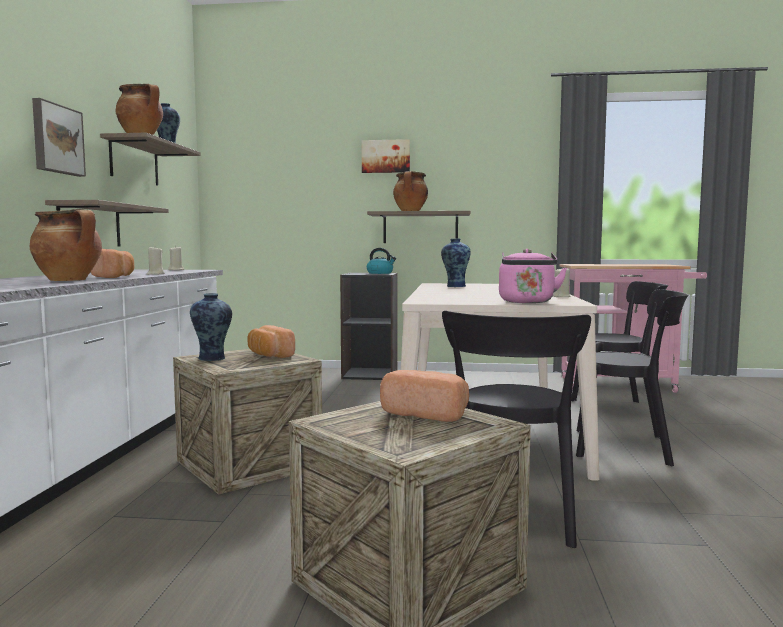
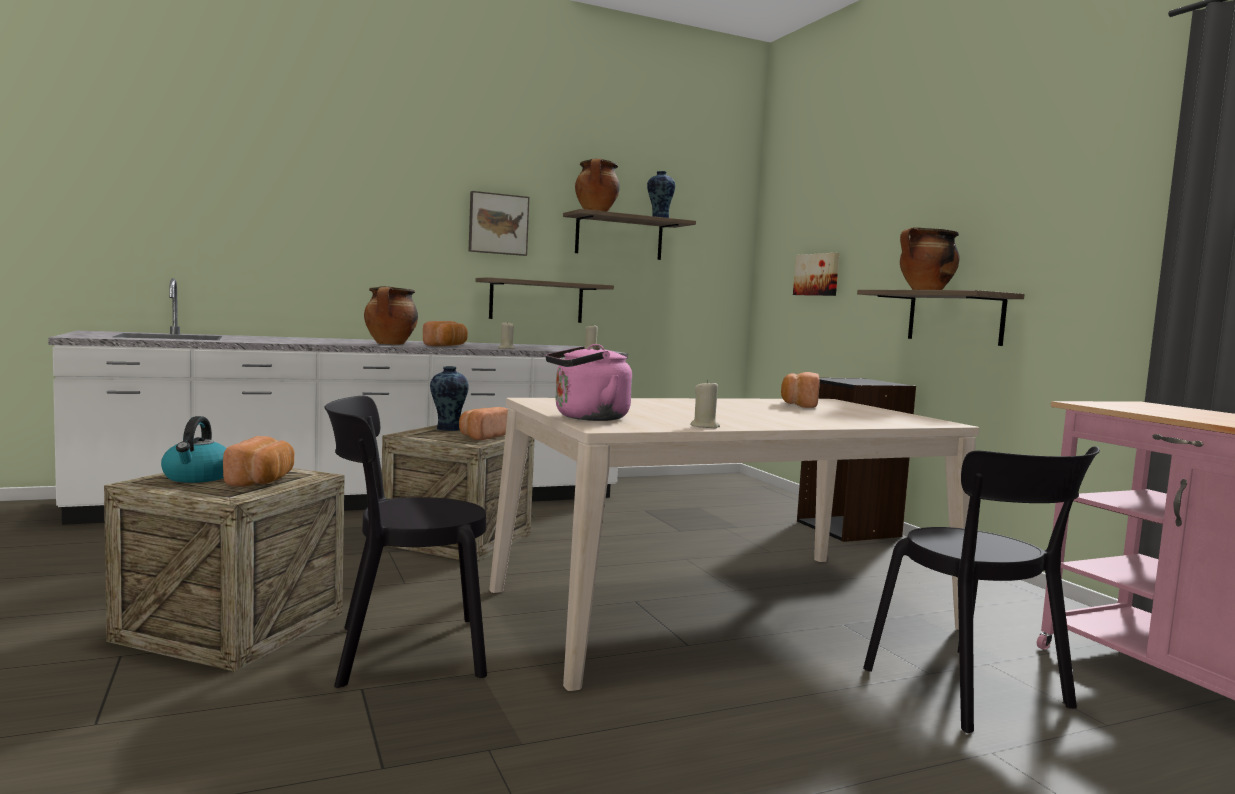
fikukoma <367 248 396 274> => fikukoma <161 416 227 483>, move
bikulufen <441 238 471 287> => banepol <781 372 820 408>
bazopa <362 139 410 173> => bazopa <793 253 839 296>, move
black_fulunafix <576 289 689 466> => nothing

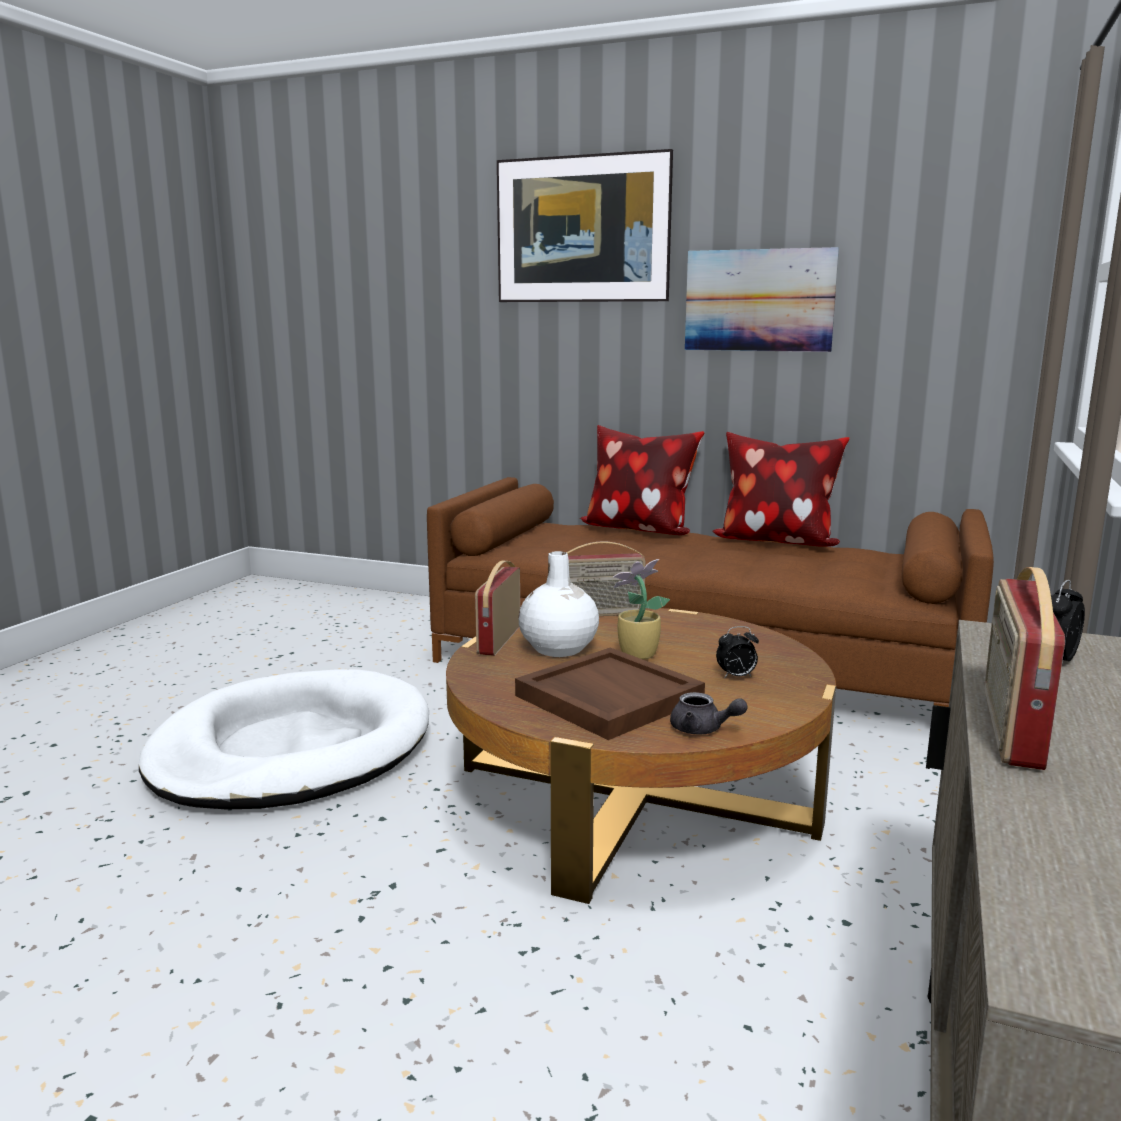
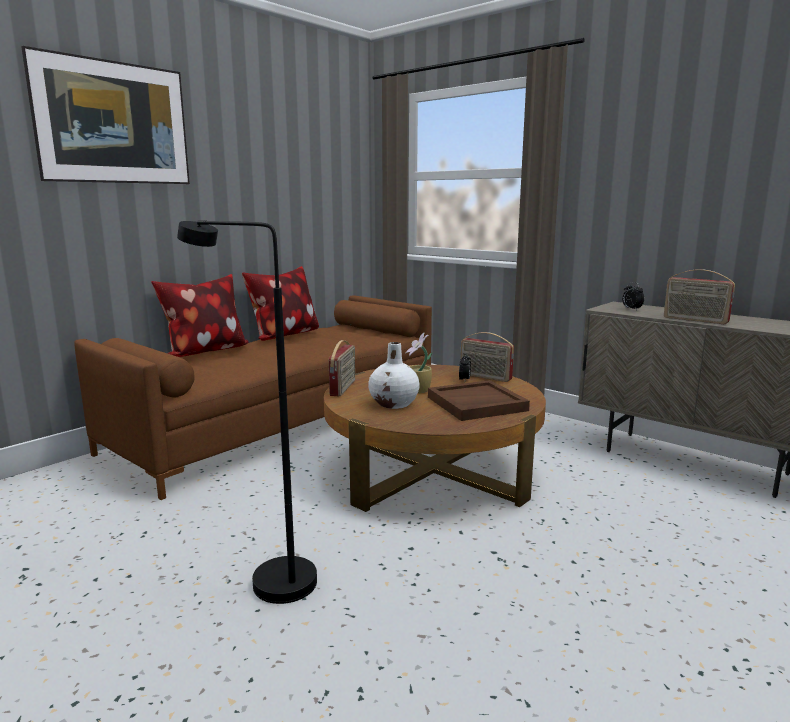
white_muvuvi <139 669 429 809> => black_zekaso <177 220 317 604>
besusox <475 561 520 656> => besusox <461 332 514 382>, move
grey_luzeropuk <670 692 747 735> => nothing
bazopa <685 247 839 352> => nothing

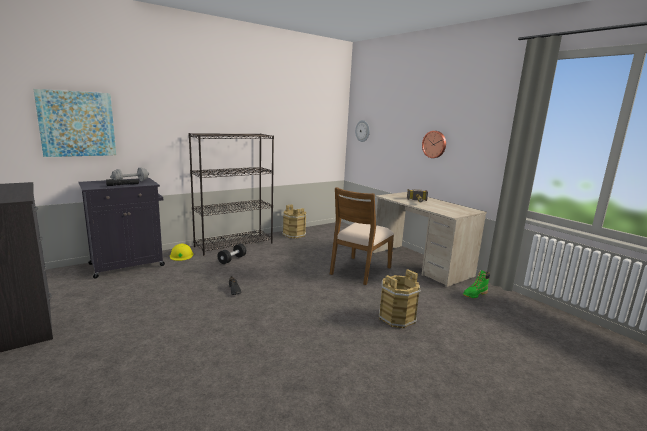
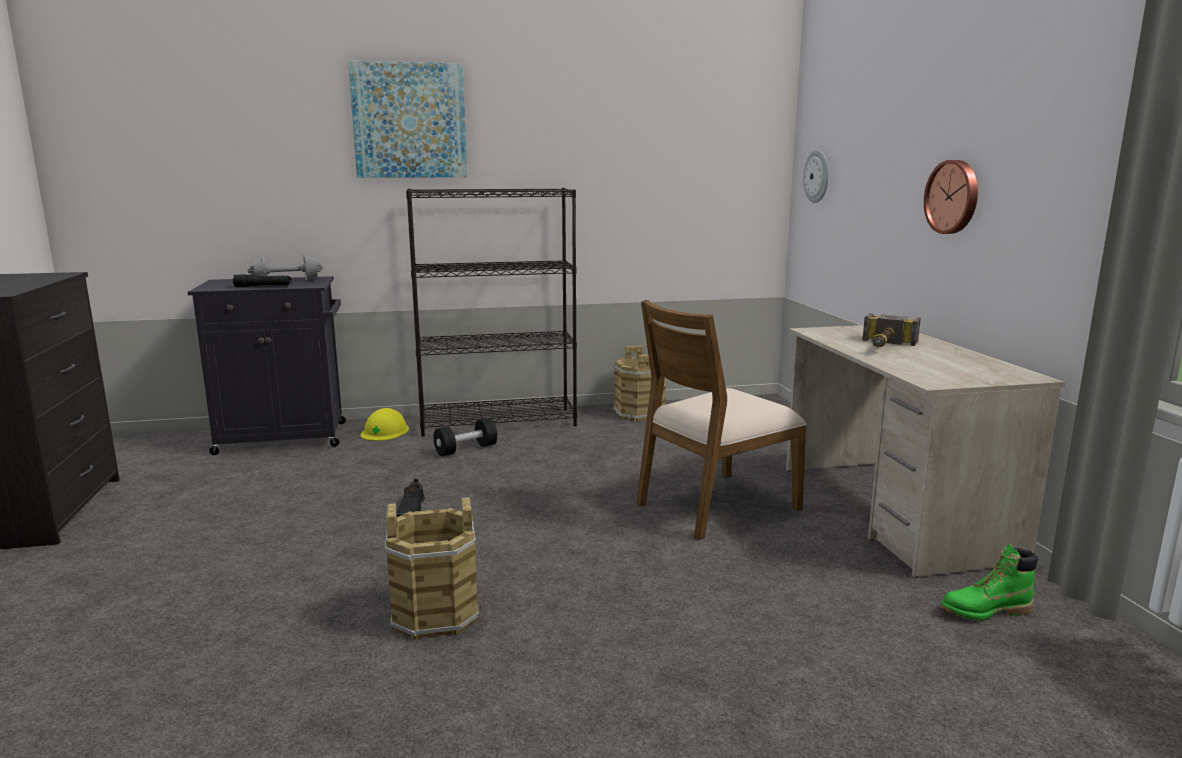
bazopa <34 89 116 157> => bazopa <348 60 467 178>, move
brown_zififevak <379 269 421 328> => brown_zififevak <385 497 479 640>, move

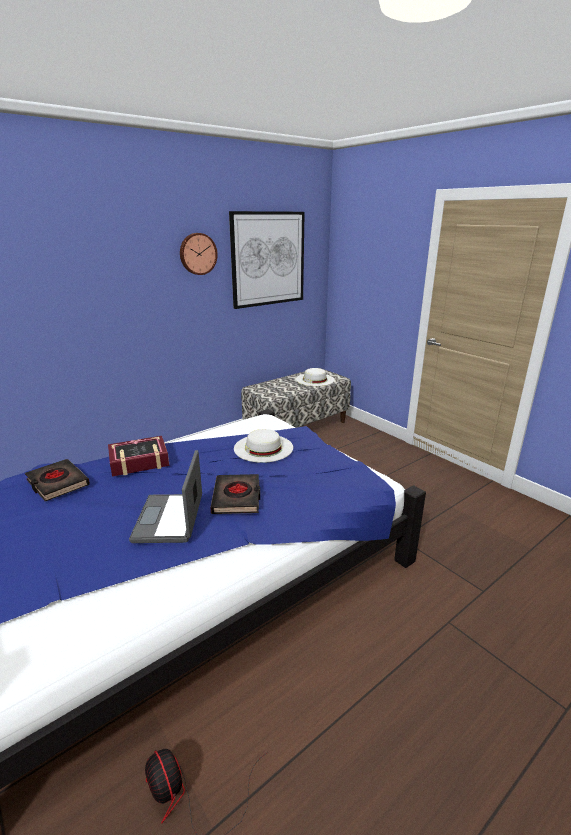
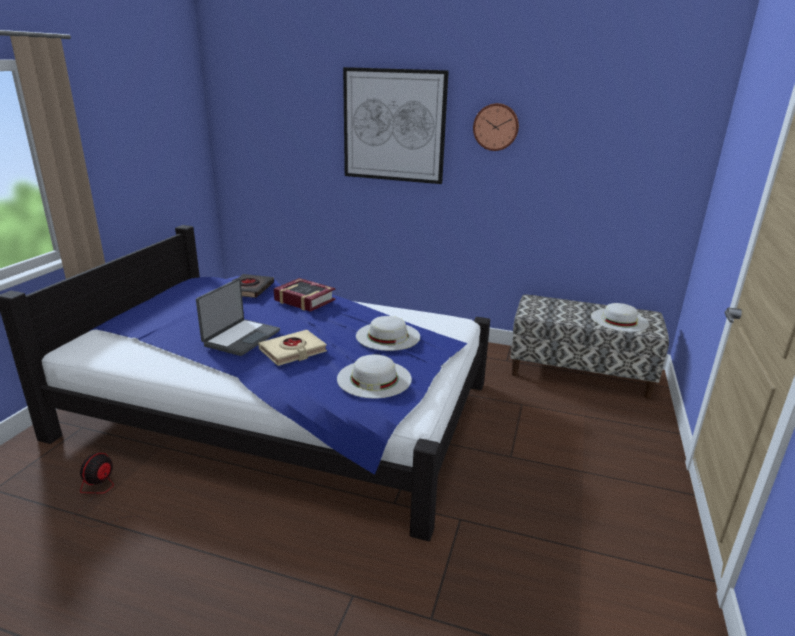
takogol <129 450 202 543> => takogol <196 279 280 356>, 150 degrees clockwise
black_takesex <210 474 260 514> => beige_takesex <258 330 327 366>
nothing => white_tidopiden <337 355 412 398>
bazopa <229 211 305 309> => bazopa <343 67 449 184>, move

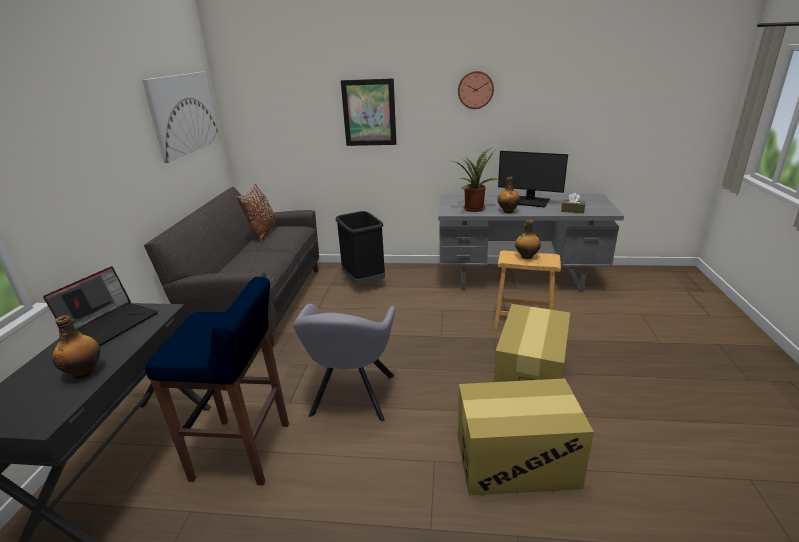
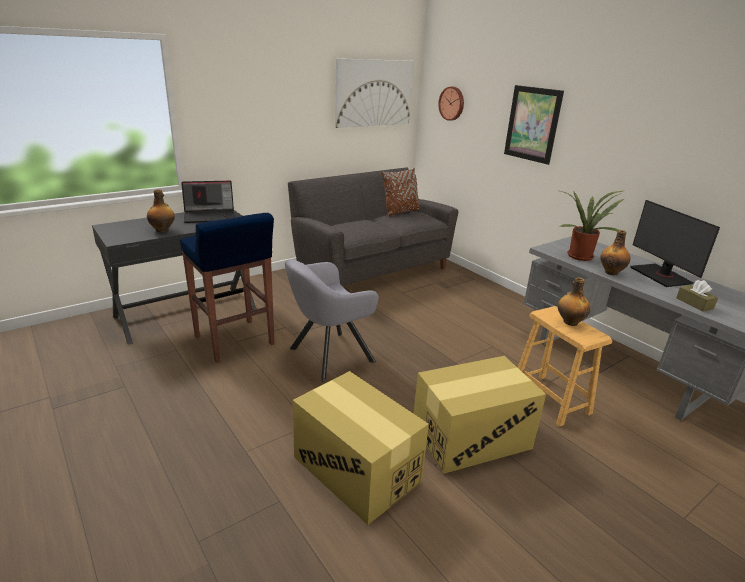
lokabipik <458 71 494 109> => lokabipik <438 87 464 121>, move
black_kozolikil <336 211 385 285> => nothing

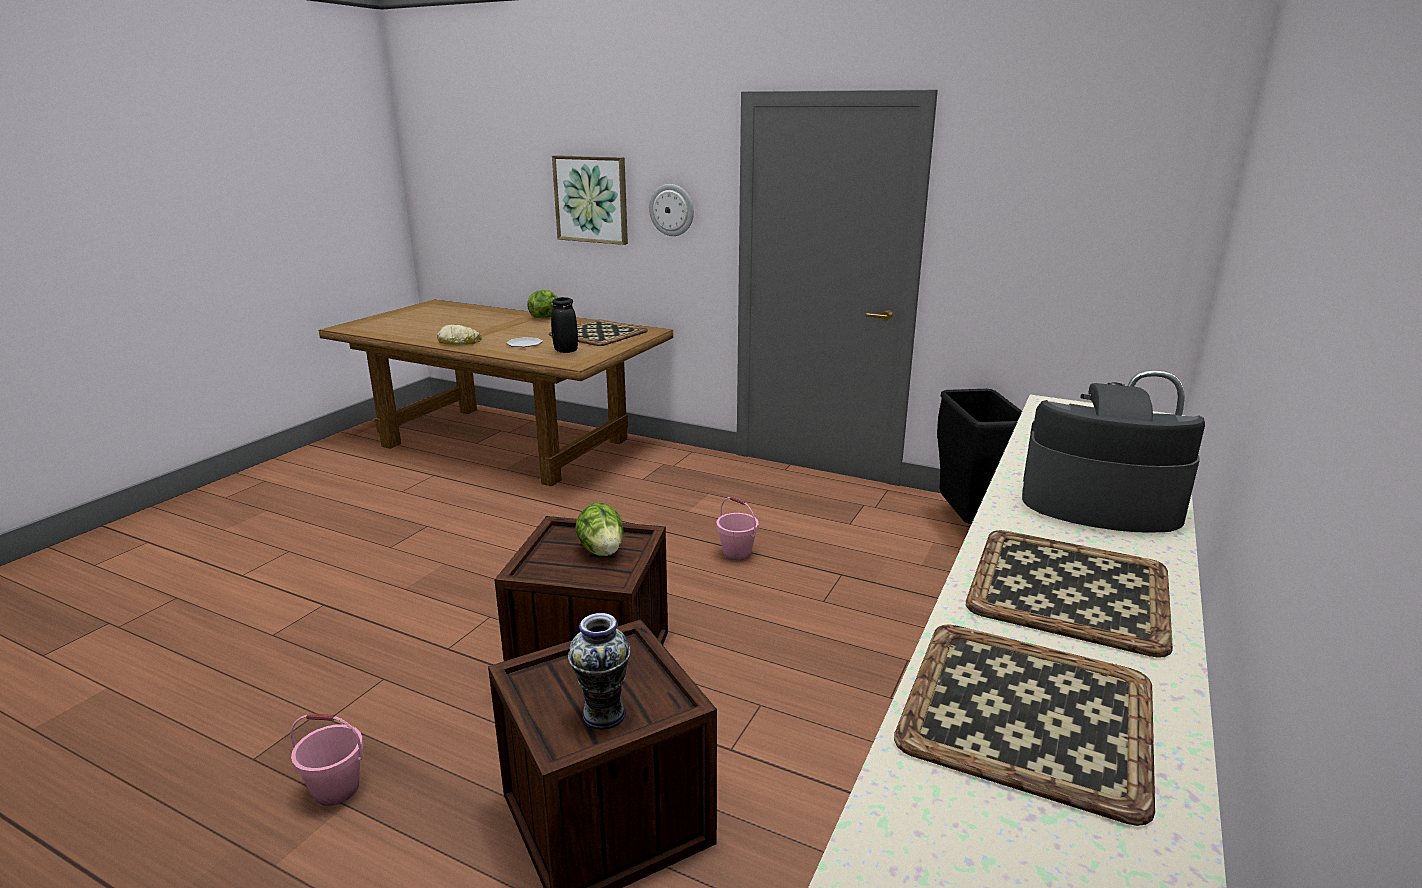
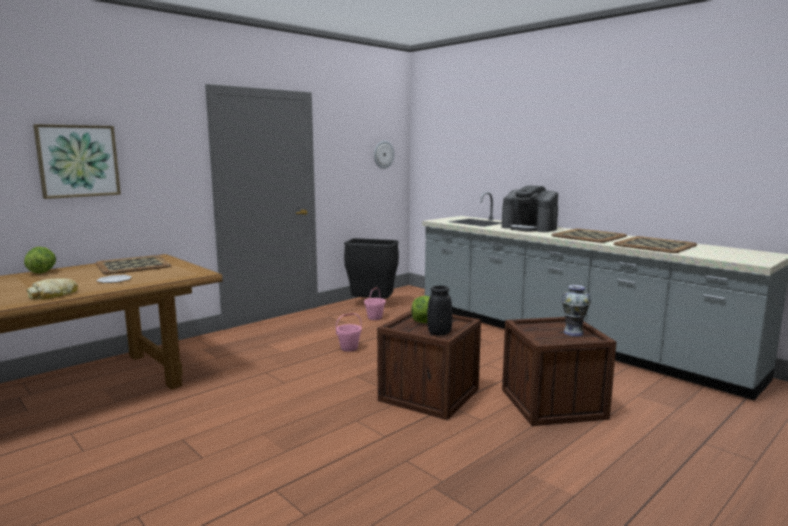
pink_zififevak <290 714 363 806> => pink_zififevak <364 287 386 320>, move
lokabipik <649 184 694 236> => lokabipik <374 141 394 169>, move
black_bikulufen <551 297 578 353> => black_bikulufen <427 286 452 336>, move
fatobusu <1022 382 1205 533> => fatobusu <502 185 558 232>, 90 degrees counterclockwise

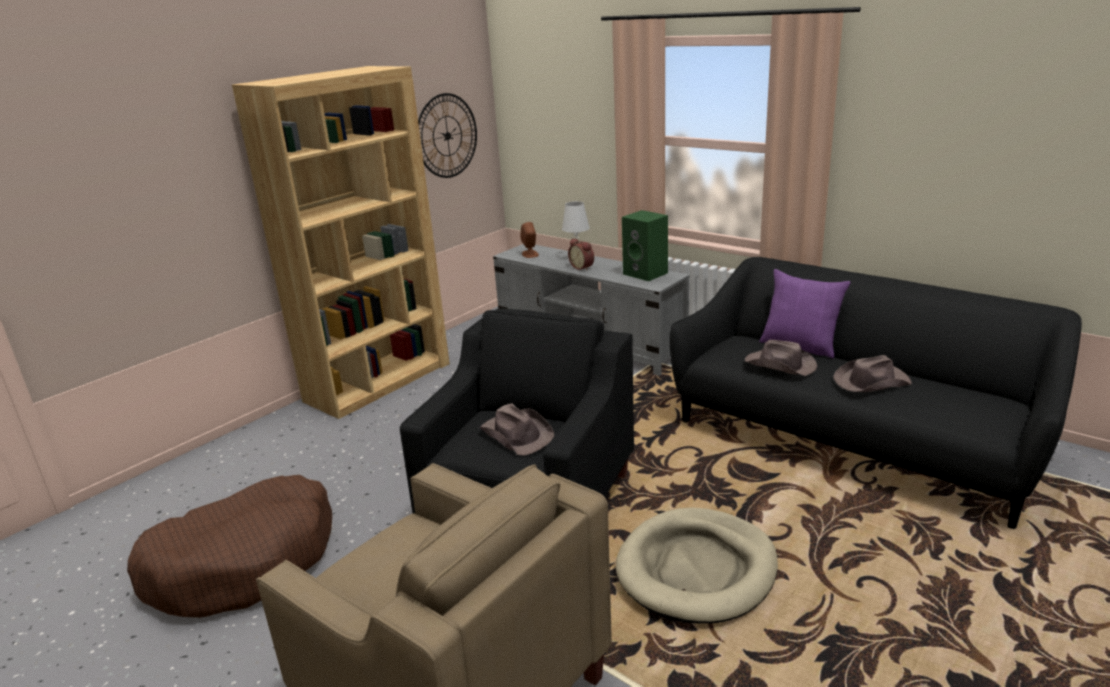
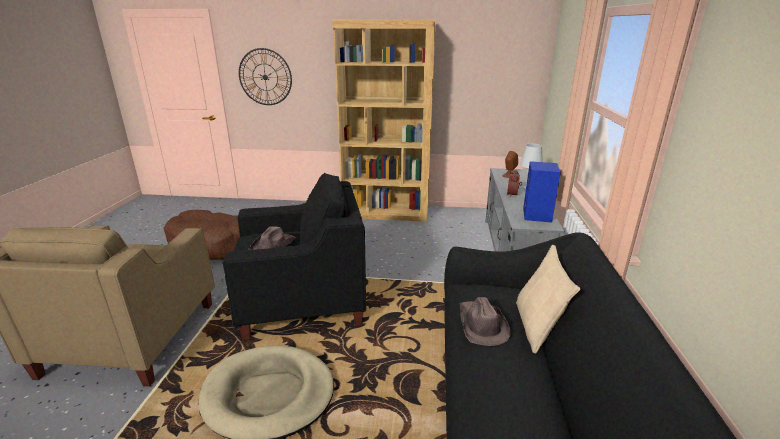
lokabipik <418 93 477 178> => lokabipik <239 48 292 105>, move
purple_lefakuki <759 269 851 358> => beige_lefakuki <516 245 580 354>
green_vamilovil <622 210 668 281> => blue_vamilovil <523 161 561 223>
brown_tidopiden <833 355 912 392> => nothing

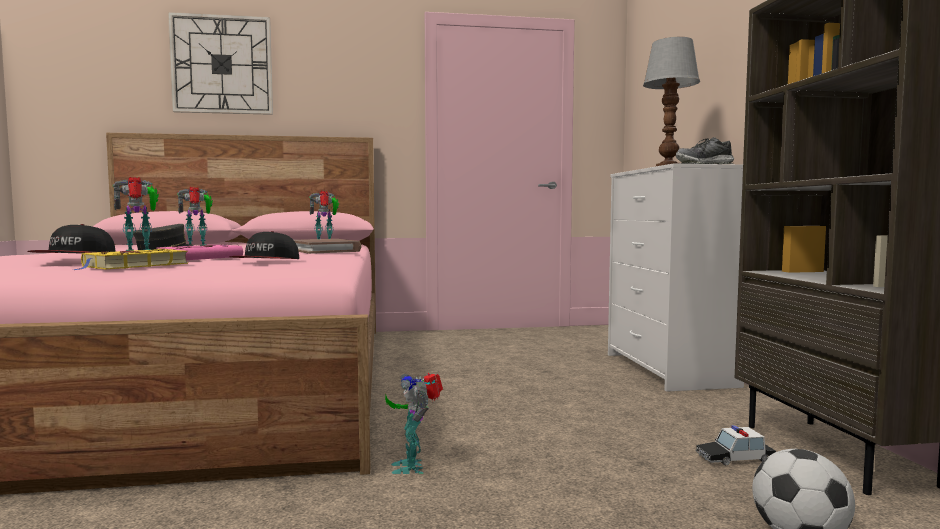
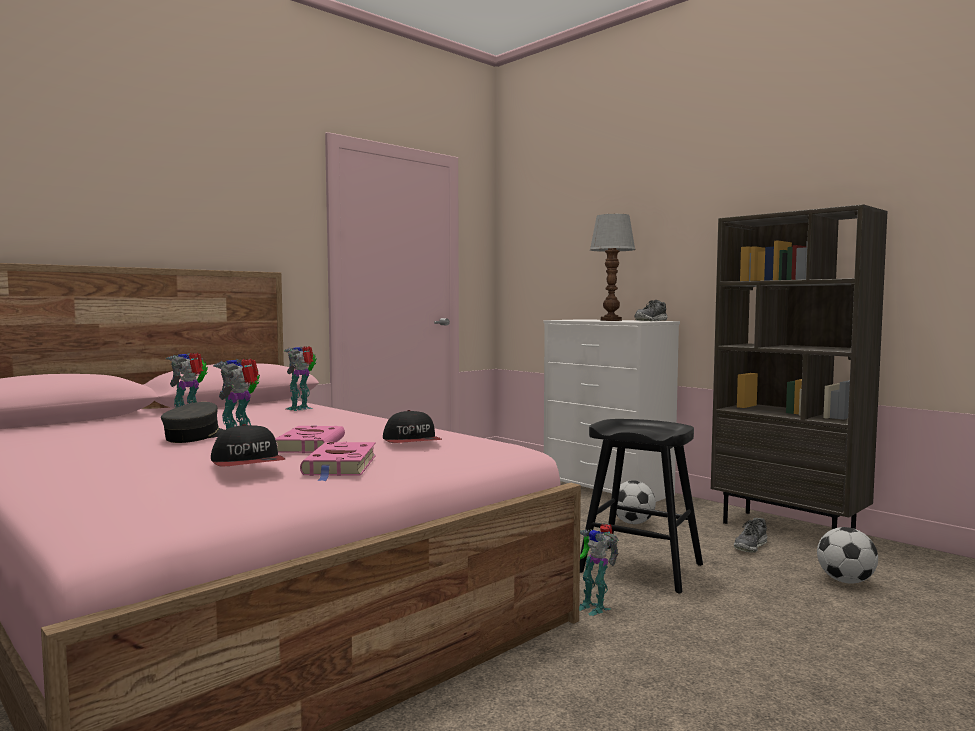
yellow_takesex <71 249 188 270> => pink_takesex <300 442 376 481>
nothing => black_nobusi <580 419 703 593>
nothing => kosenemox <616 480 656 524>
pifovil <696 425 776 465> => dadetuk <734 518 768 552>
lokabipik <168 12 273 115> => nothing
brown_takesex <294 239 361 254> => nothing

